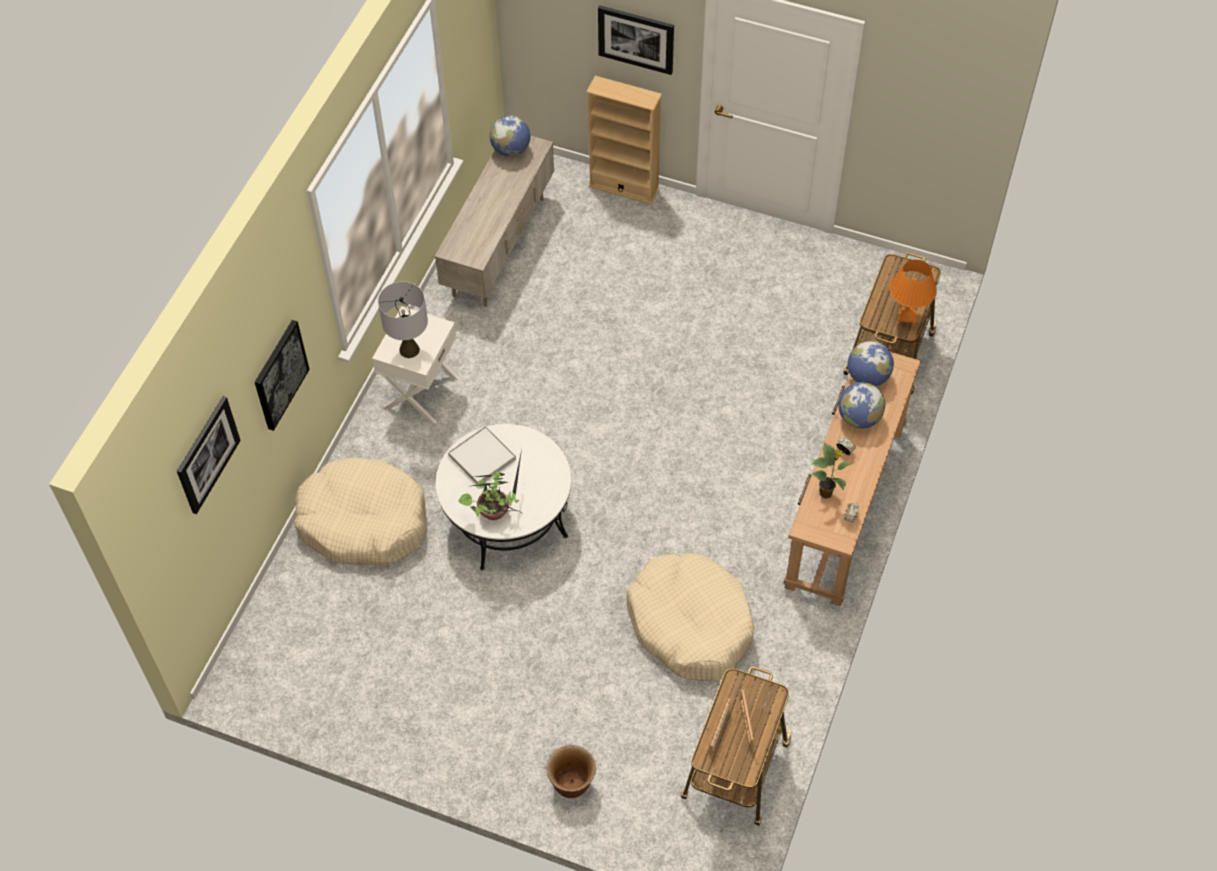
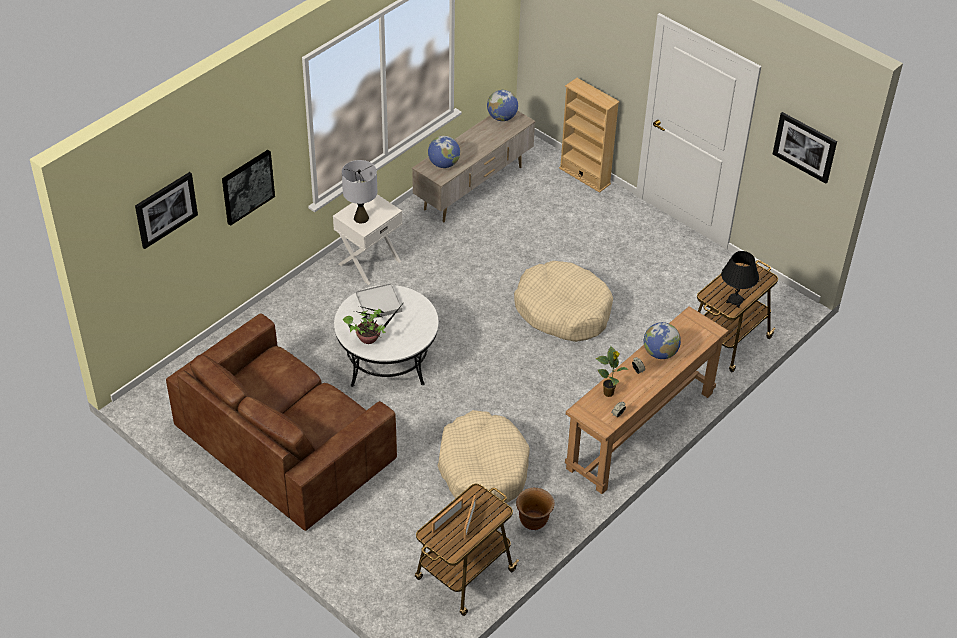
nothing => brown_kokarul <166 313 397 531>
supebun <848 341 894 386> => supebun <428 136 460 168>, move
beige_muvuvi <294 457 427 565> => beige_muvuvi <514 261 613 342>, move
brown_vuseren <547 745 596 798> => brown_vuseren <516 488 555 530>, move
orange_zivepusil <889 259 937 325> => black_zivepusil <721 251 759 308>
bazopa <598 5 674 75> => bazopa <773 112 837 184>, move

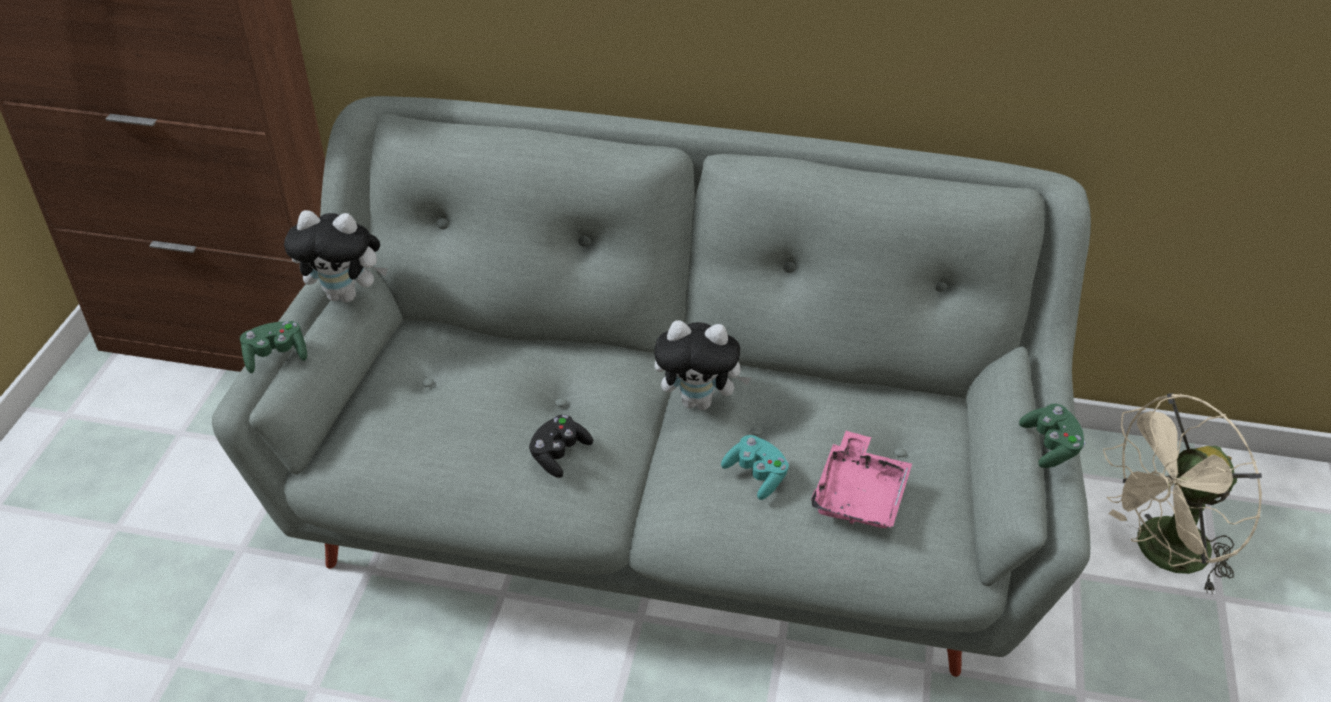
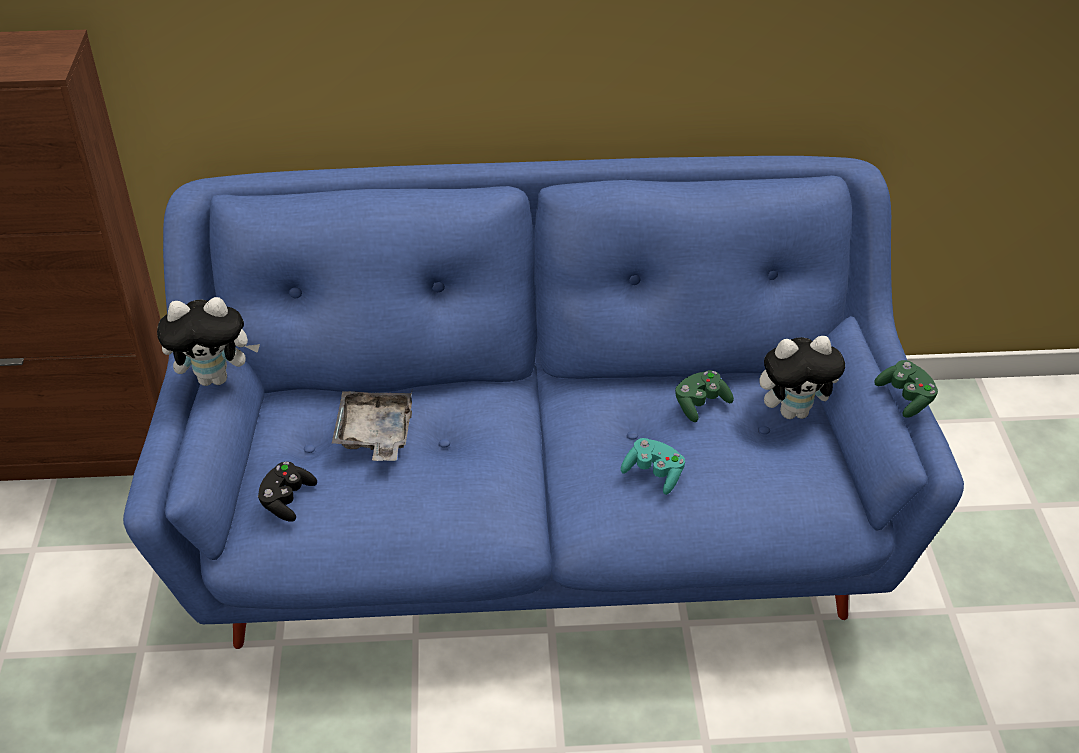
grey_kokarul <212 96 1091 677> => blue_kokarul <123 156 964 649>
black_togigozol <529 415 593 478> => black_togigozol <258 461 317 522>, move
nothing => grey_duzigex <332 389 413 461>
green_togigozol <240 321 307 373> => green_togigozol <675 370 734 422>, move
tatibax <654 320 751 410> => tatibax <760 336 845 419>, move
pink_duzigex <811 431 912 528> => nothing
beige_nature <1103 393 1262 595> => nothing

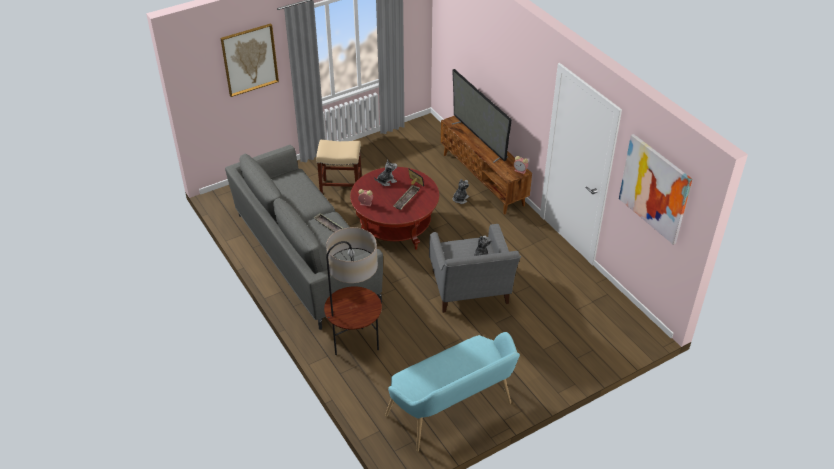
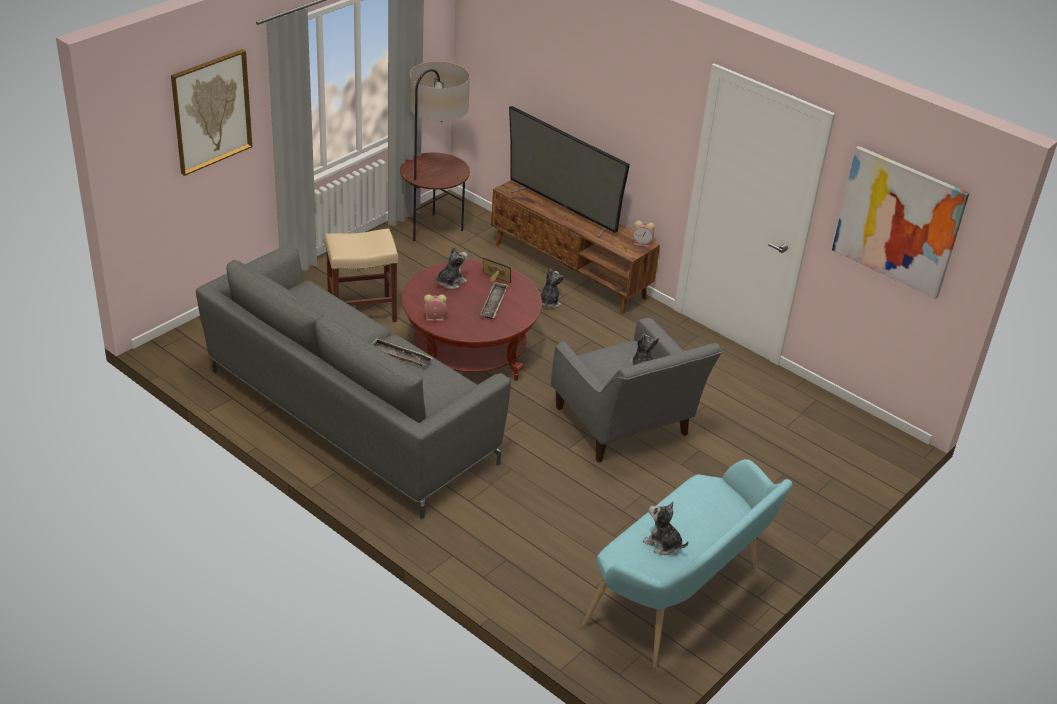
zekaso <324 227 382 355> => zekaso <400 61 470 241>, move
nothing => tatibax <643 502 688 555>

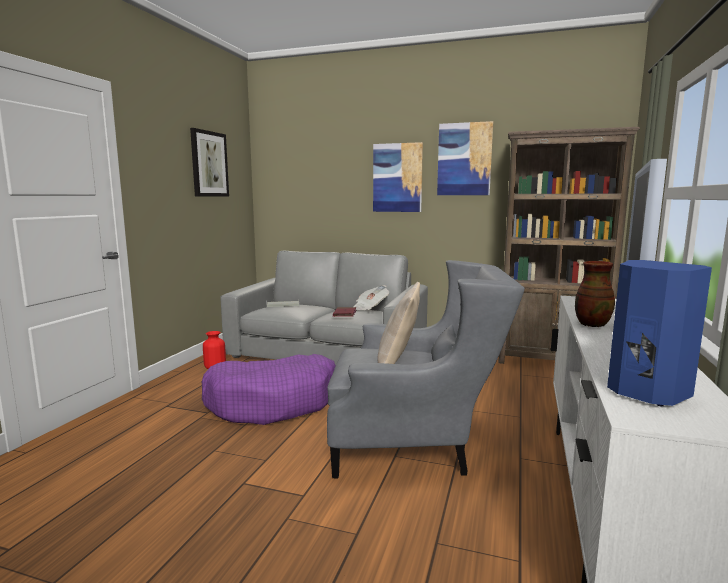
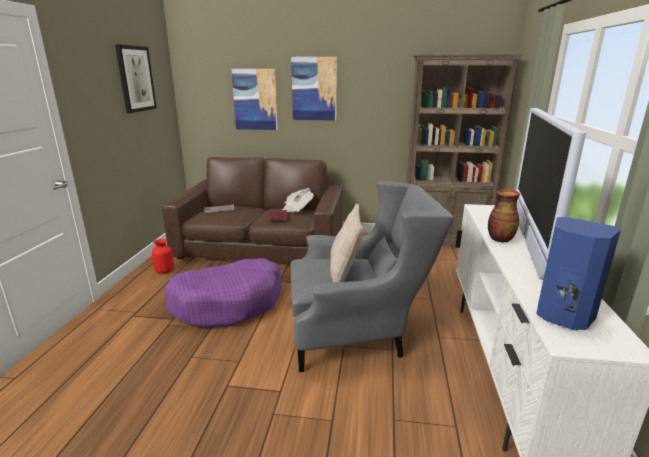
grey_kokarul <220 251 428 365> => brown_kokarul <162 157 343 264>
bazopa <437 121 493 195> => bazopa <231 69 278 130>, move

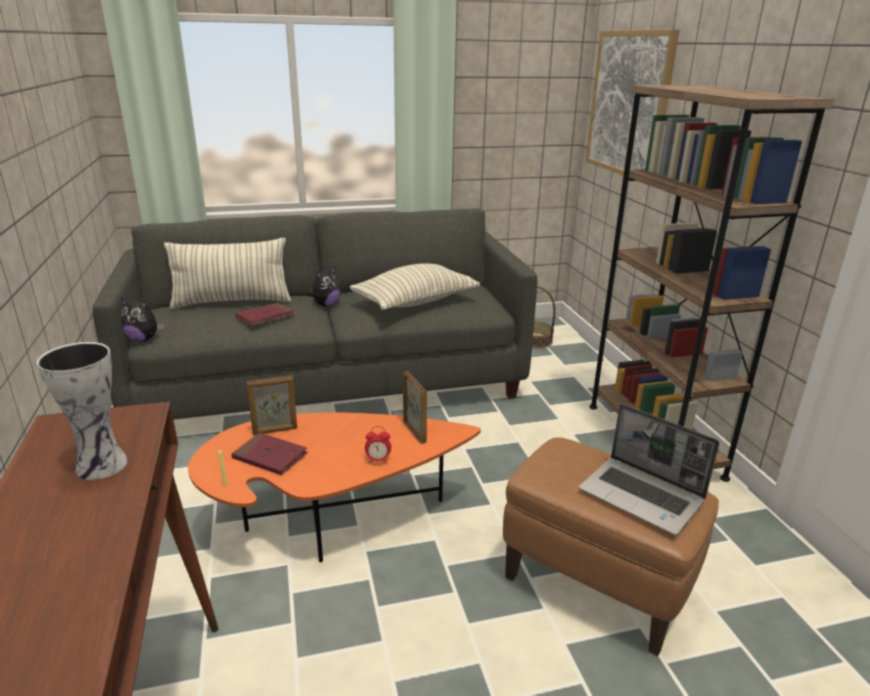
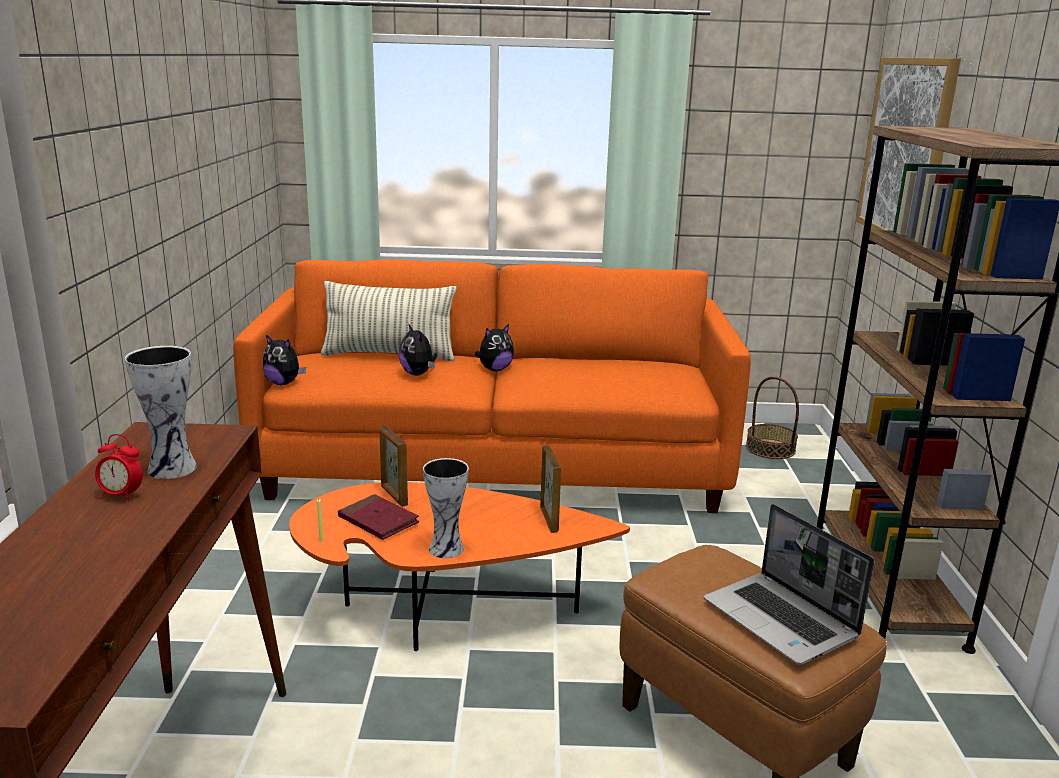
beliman <365 426 391 464> => beliman <95 434 143 502>, move
grey_kokarul <92 208 537 420> => orange_kokarul <233 259 751 513>
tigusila <246 375 297 435> => tigusila <379 426 408 507>, 60 degrees clockwise
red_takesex <235 303 295 326> => tatibax <399 323 437 375>
nothing => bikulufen <423 458 469 558>
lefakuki <350 263 480 310> => nothing

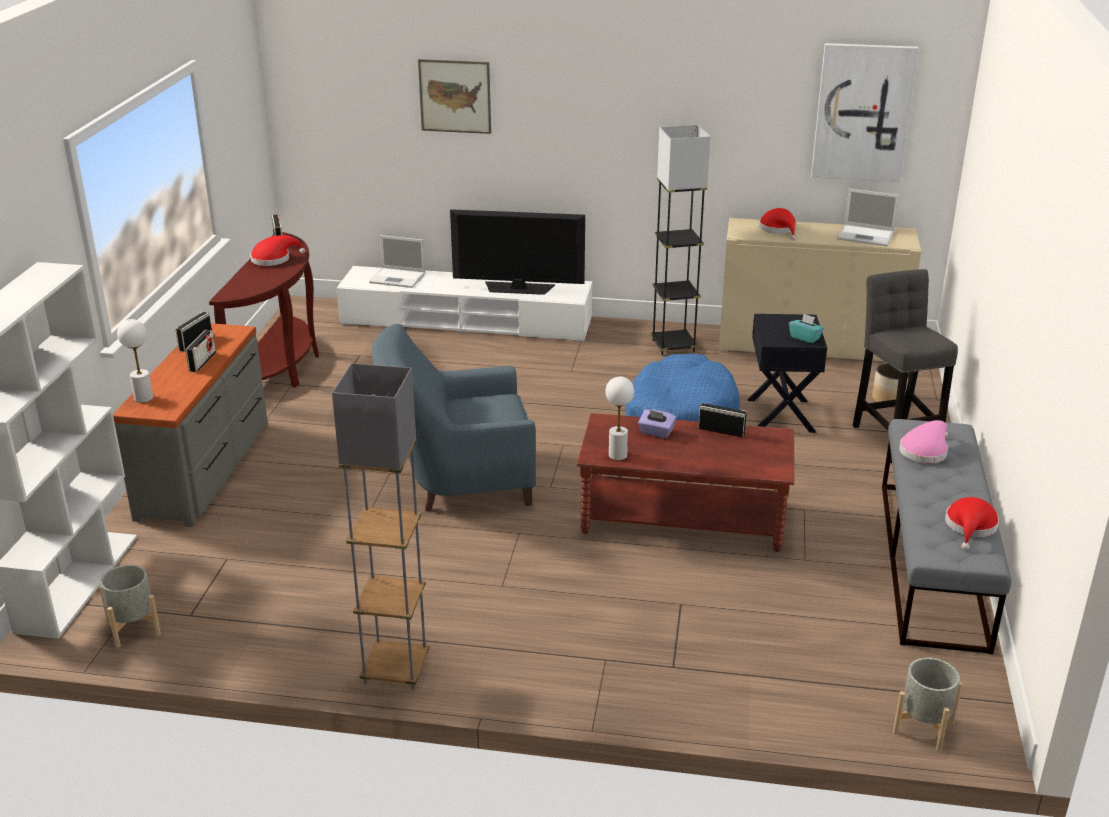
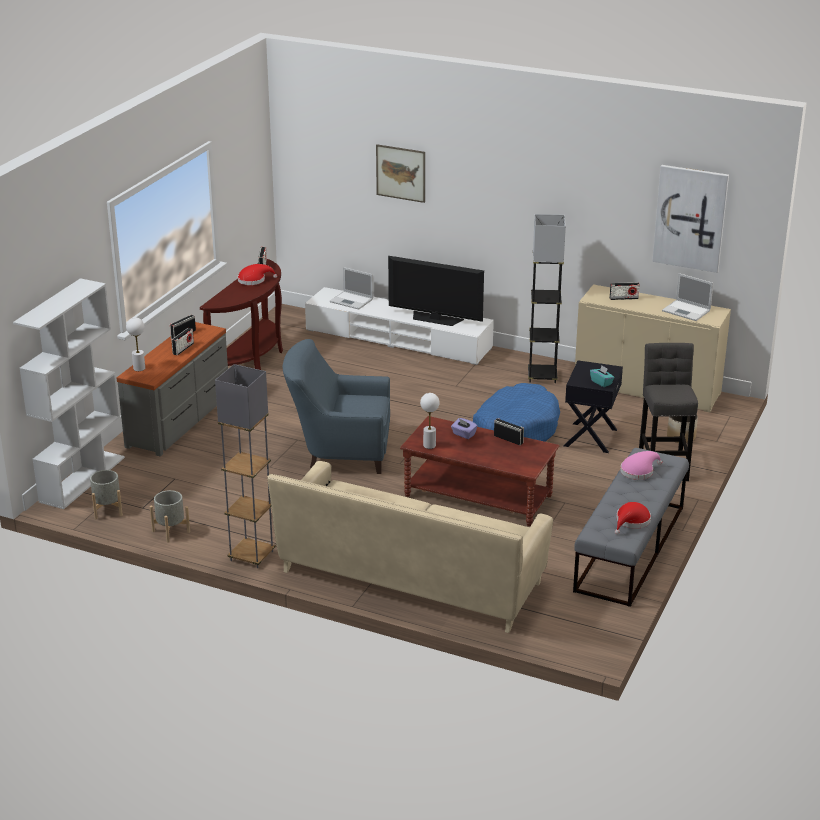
grey_vuseren <893 657 963 751> => grey_vuseren <150 490 190 542>, move
nothing => beige_kokarul <267 461 553 633>
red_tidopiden <759 208 796 241> => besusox <610 282 640 300>

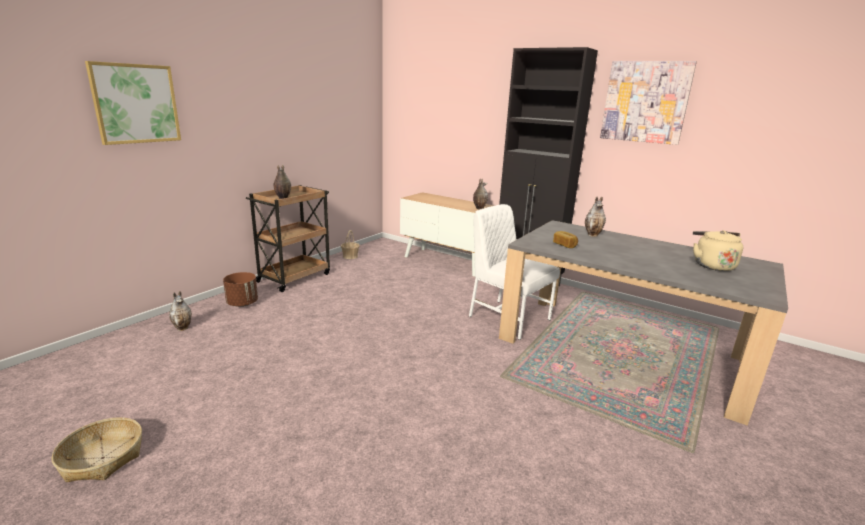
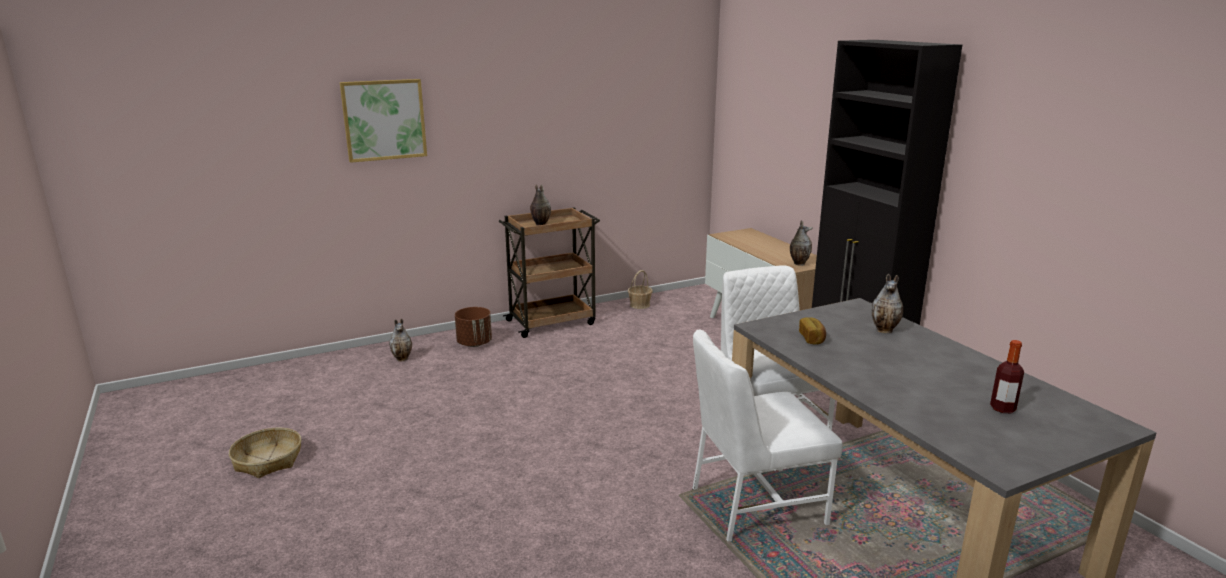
nothing => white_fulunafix <692 330 843 542>
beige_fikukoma <693 230 743 271> => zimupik <990 340 1024 413>
bazopa <600 61 697 145> => nothing

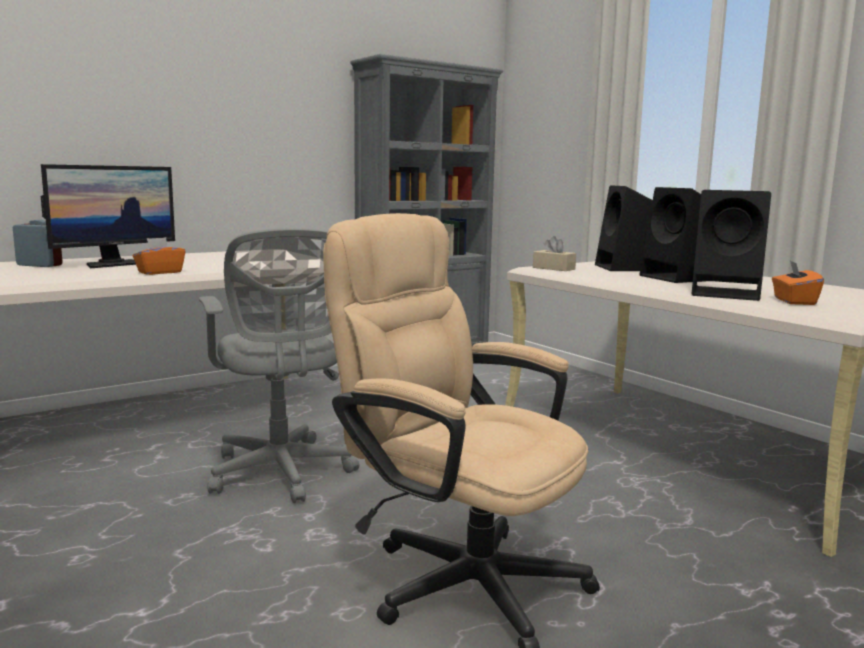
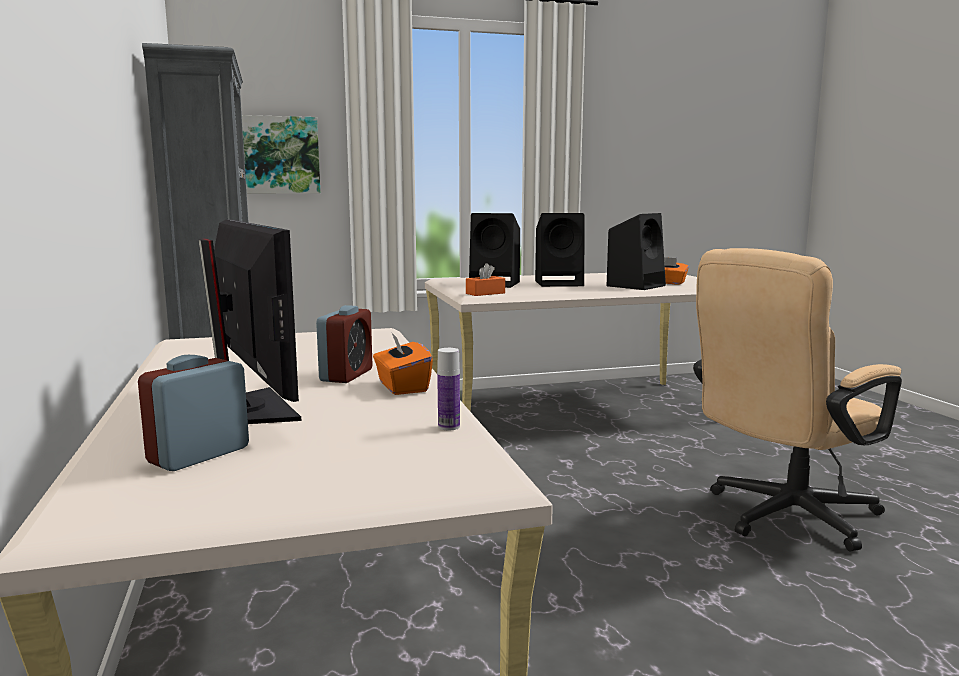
nothing => bazopa <242 115 320 194>
nothing => beliman <316 305 372 383>
nothing => zimupik <437 348 460 430>
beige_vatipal <533 236 576 271> => orange_vatipal <466 263 505 296>
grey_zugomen <199 228 359 503> => nothing

